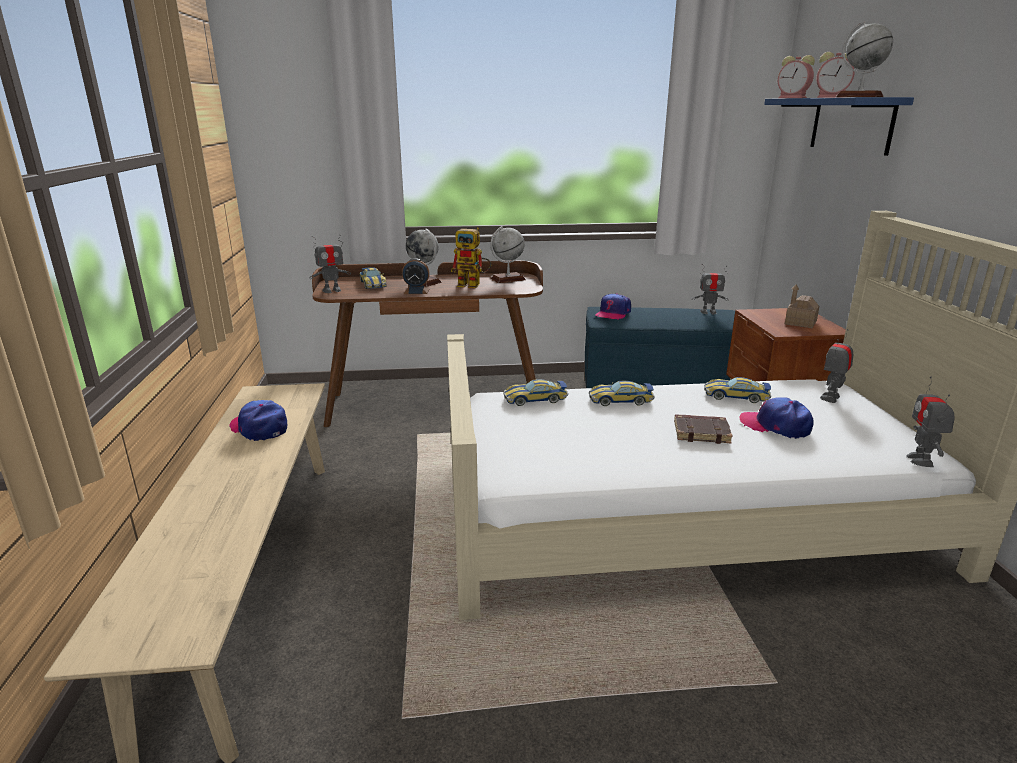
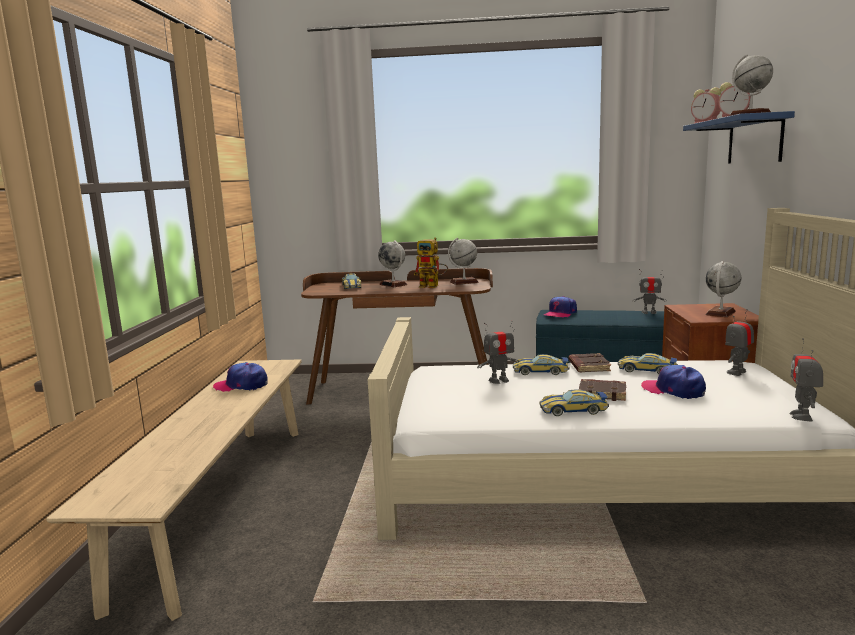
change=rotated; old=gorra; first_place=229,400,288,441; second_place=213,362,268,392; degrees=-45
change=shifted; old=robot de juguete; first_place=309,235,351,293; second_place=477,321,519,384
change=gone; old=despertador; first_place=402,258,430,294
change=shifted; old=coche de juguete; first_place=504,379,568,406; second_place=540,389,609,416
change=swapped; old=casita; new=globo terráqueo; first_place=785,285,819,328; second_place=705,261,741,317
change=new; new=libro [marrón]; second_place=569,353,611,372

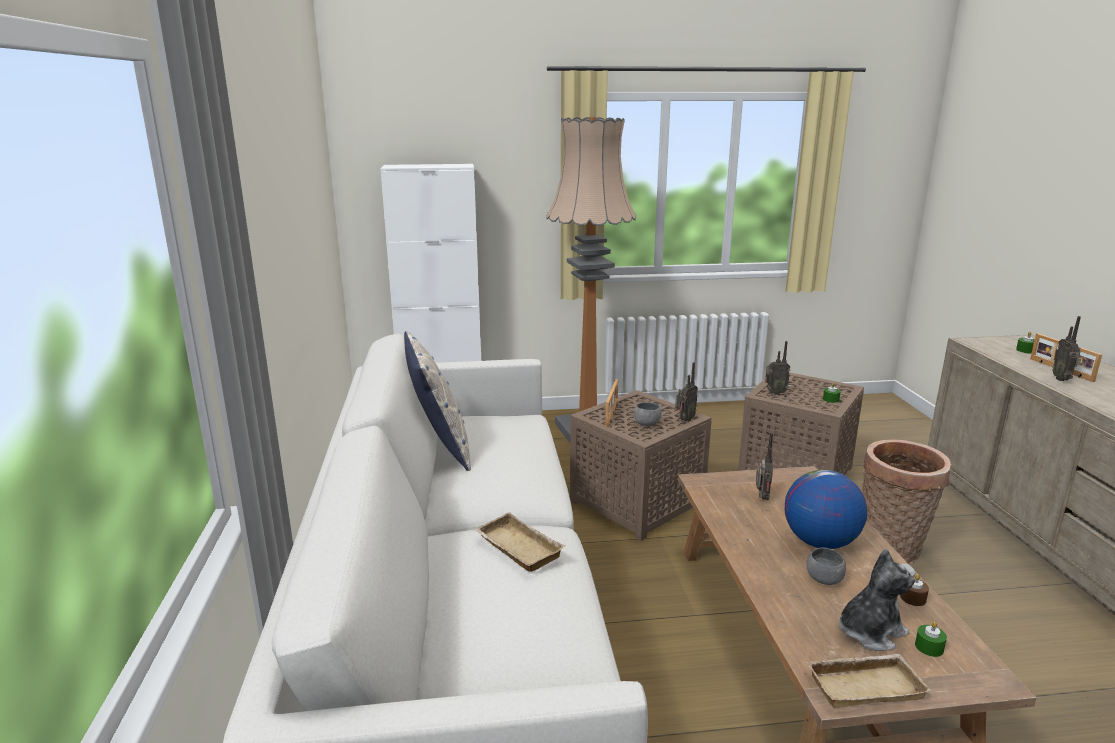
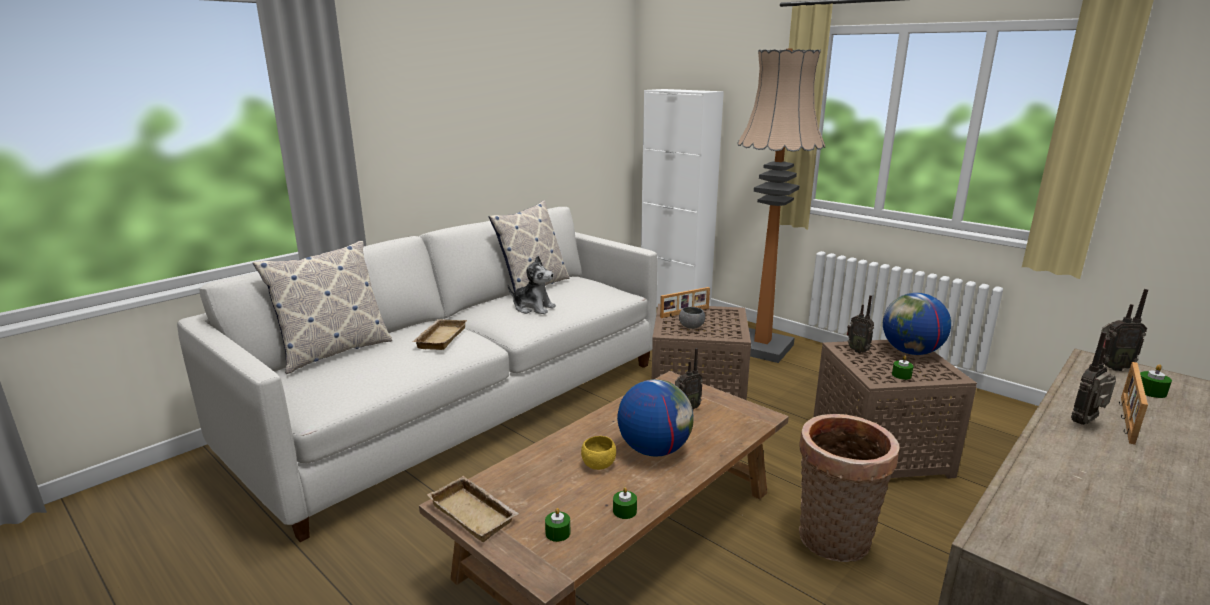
change=shifted; old=radio; first_place=675,362,698,422; second_place=1098,289,1148,371
change=repainted; old=cuenco [gris]; new=cuenco [amarillo]; first_place=806,548,846,585; second_place=581,436,616,470
change=shifted; old=peluche; first_place=839,549,915,651; second_place=508,256,556,314
change=repainted; old=vela [marrón]; new=vela [verde]; first_place=900,574,929,606; second_place=613,487,637,519
change=new; new=cojín; second_place=253,241,392,374
change=new; new=globo terráqueo; second_place=883,293,951,355

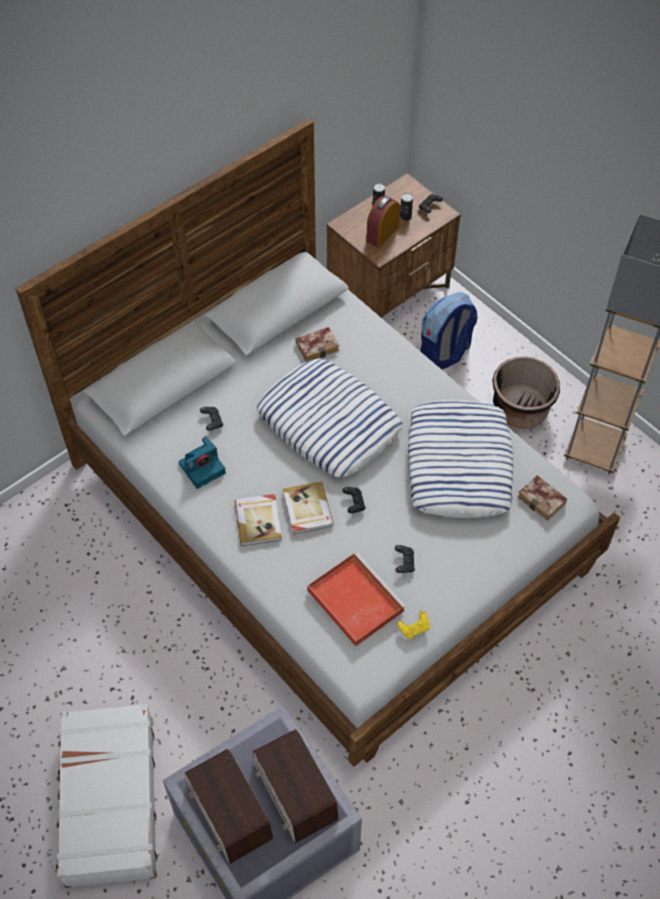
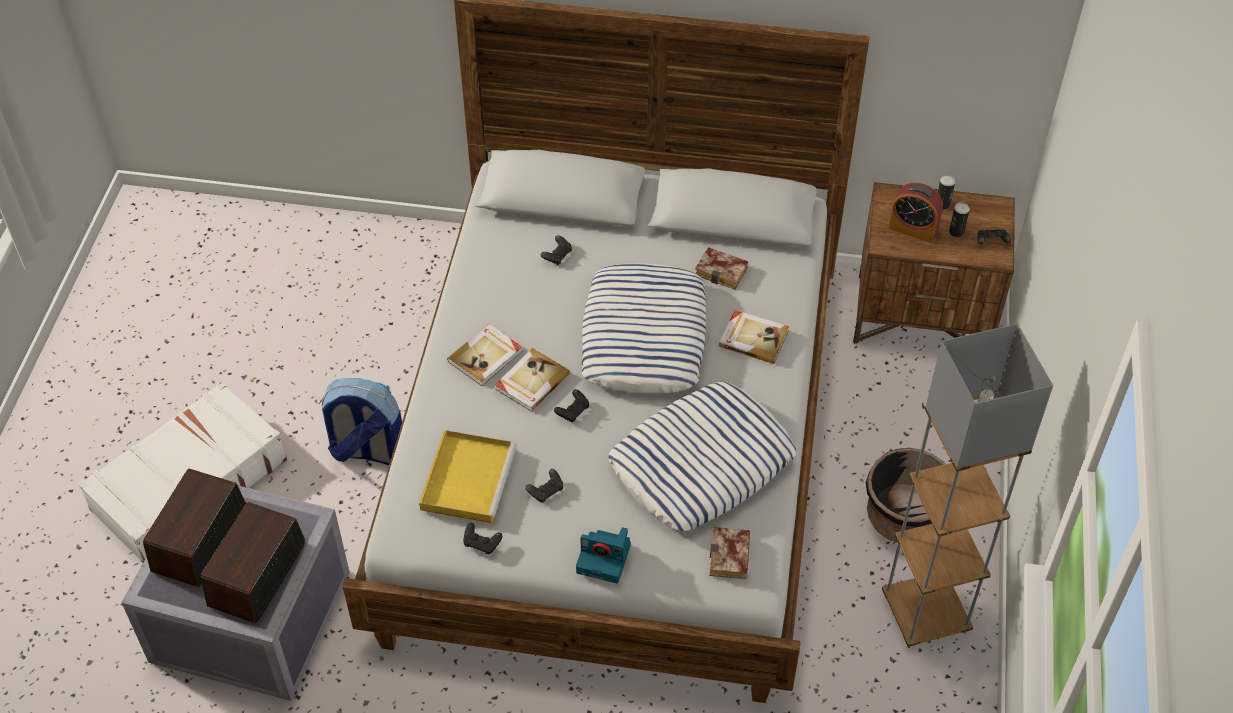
change=shifted; old=cámara; first_place=178,436,226,489; second_place=576,527,631,583
change=repainted; old=bandeja [rojo]; new=bandeja [amarillo]; first_place=307,552,406,647; second_place=419,430,517,523
change=rotated; old=despertador; first_place=366,196,400,248; second_place=888,183,943,243; degrees=-150
change=repainted; old=mando de consola [amarillo]; new=mando de consola [negro]; first_place=397,611,430,639; second_place=463,523,502,554
change=shifted; old=mochila; first_place=420,292,478,369; second_place=319,378,402,465
change=new; new=libro; second_place=719,310,789,364

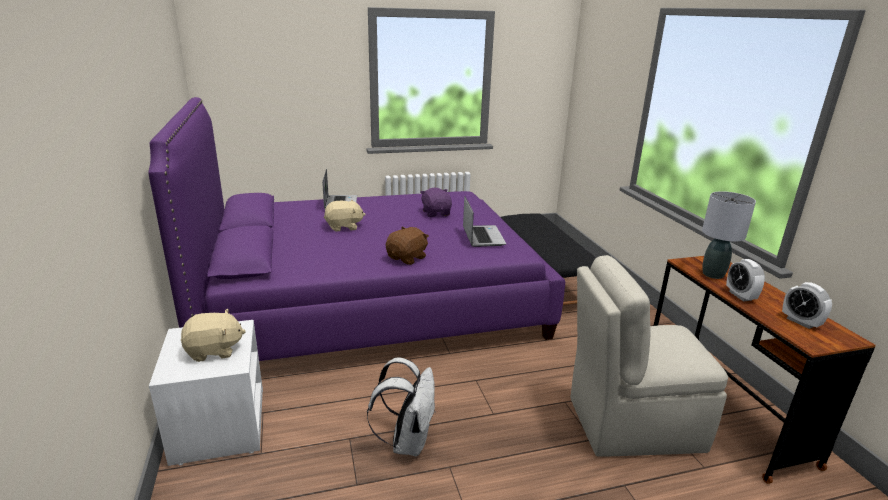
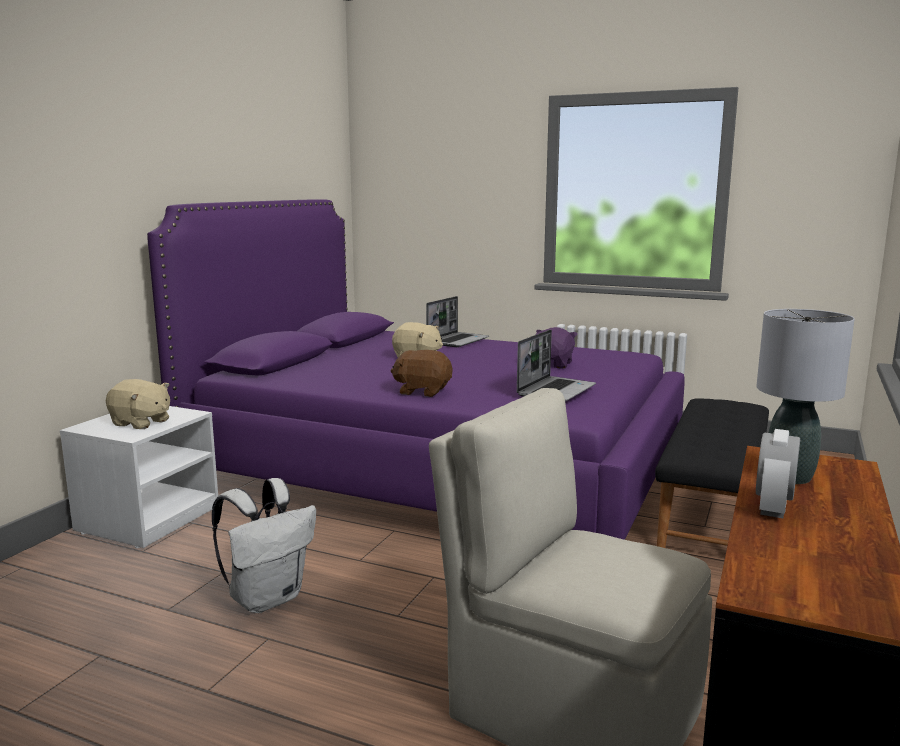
change=rotated; old=peluche [marrón]; first_place=386,227,429,265; second_place=391,350,452,397; degrees=-150
change=gone; old=despertador; first_place=782,282,832,329

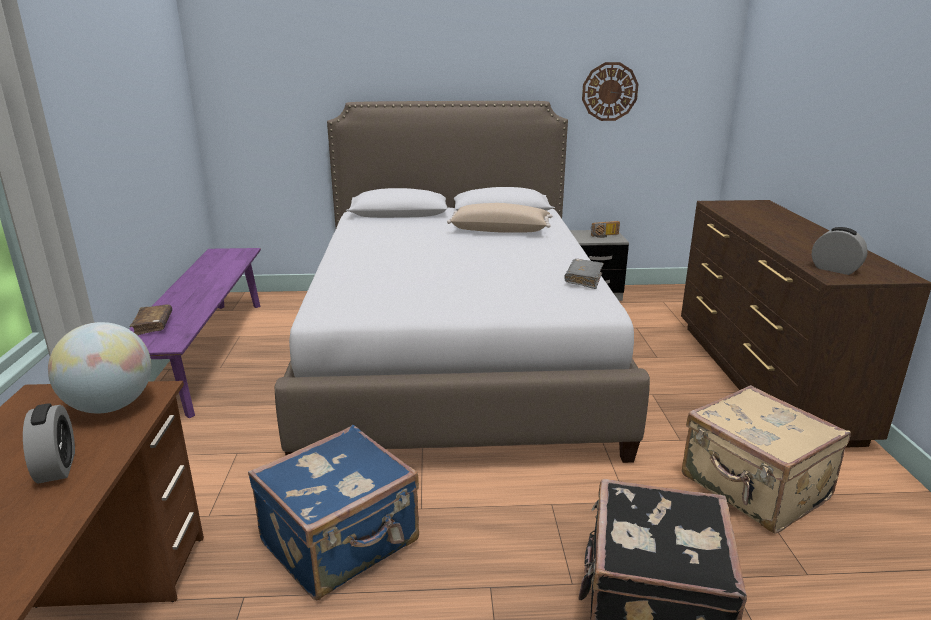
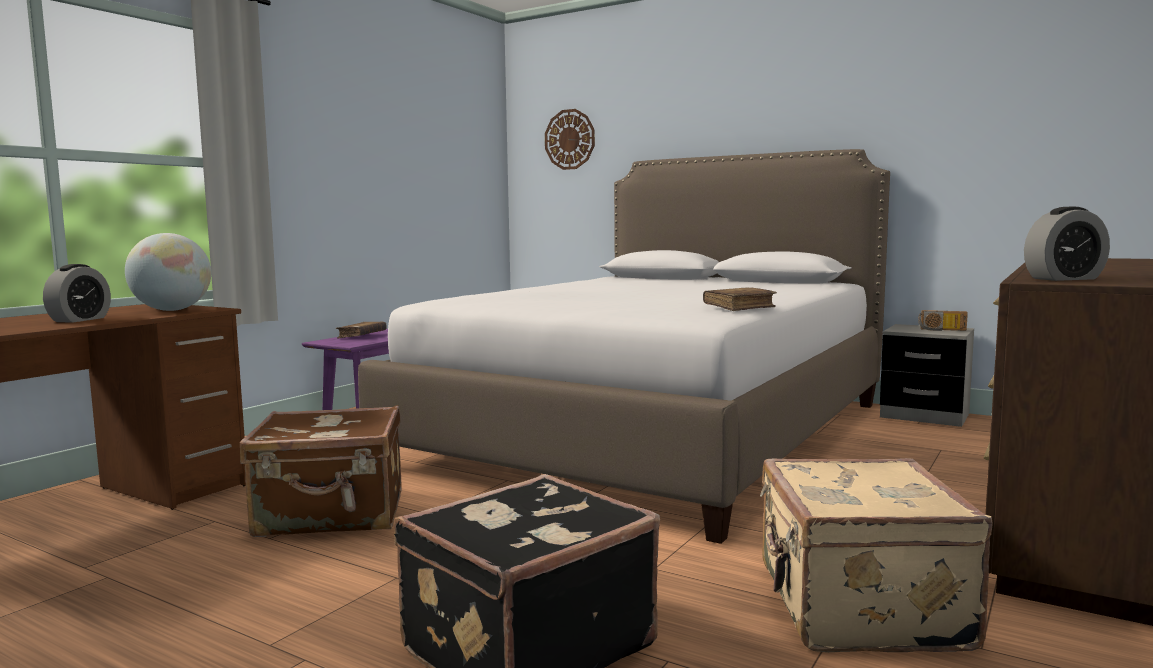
change=repainted; old=maleta [azul]; new=maleta [marrón]; first_place=248,425,419,600; second_place=240,405,402,537
change=gone; old=cojín [beis]; first_place=447,203,552,233
change=repainted; old=libro [gris]; new=libro [marrón]; first_place=564,259,604,289; second_place=703,287,777,311
change=shifted; old=reloj de pared; first_place=582,62,639,121; second_place=545,109,595,170
change=rotated; old=despertador; first_place=812,227,868,275; second_place=1024,207,1110,281; degrees=90

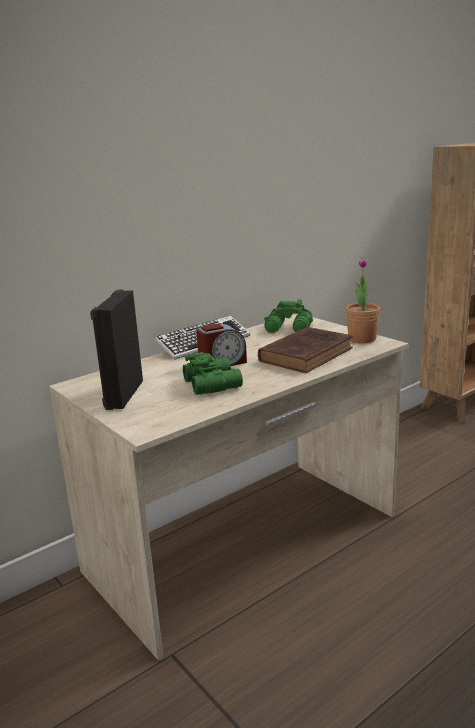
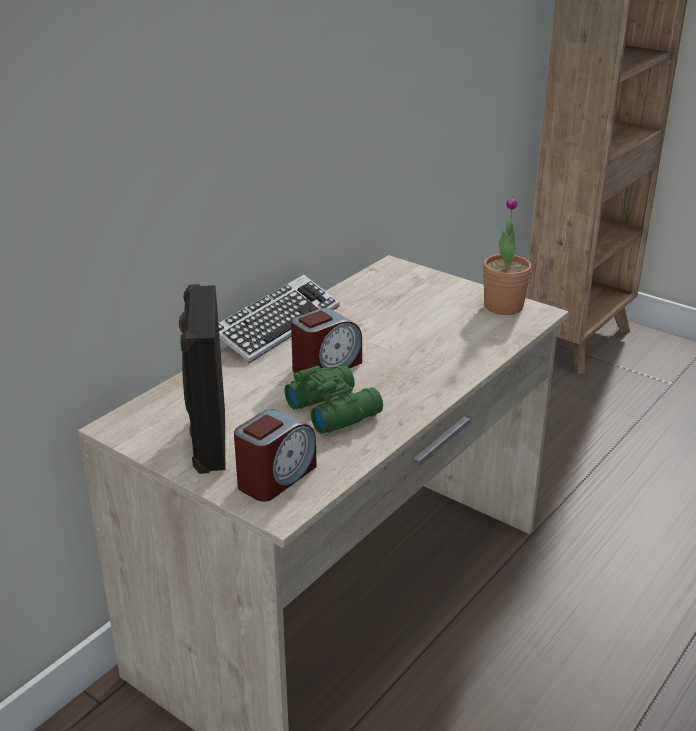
change=gone; old=libro [marrón]; first_place=258,327,353,373
change=gone; old=prismáticos [verde]; first_place=264,299,313,333
change=new; new=despertador; second_place=234,409,317,502

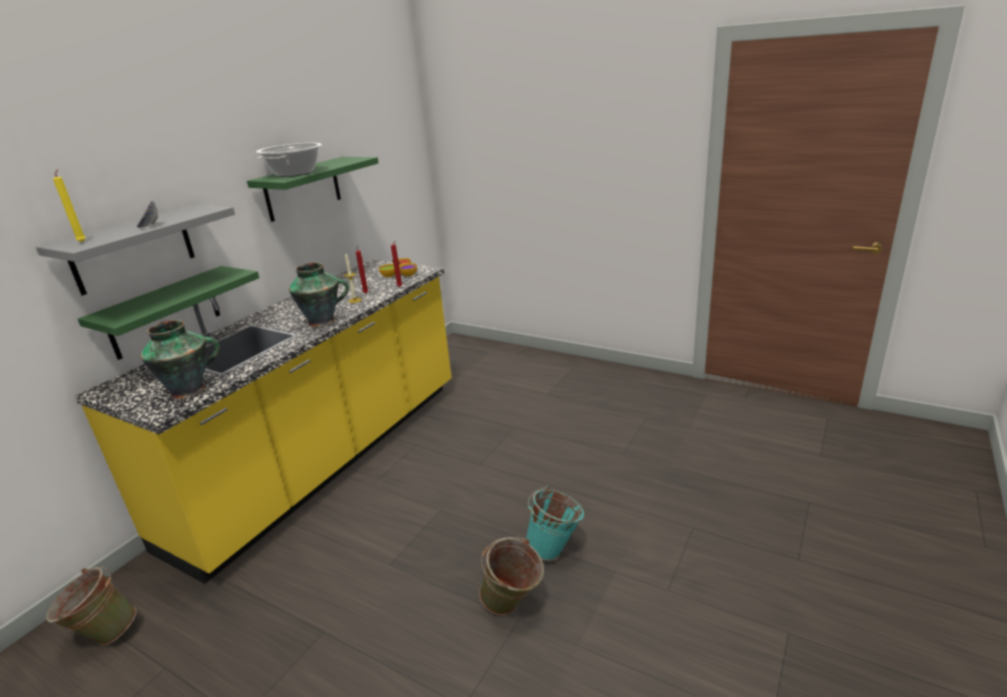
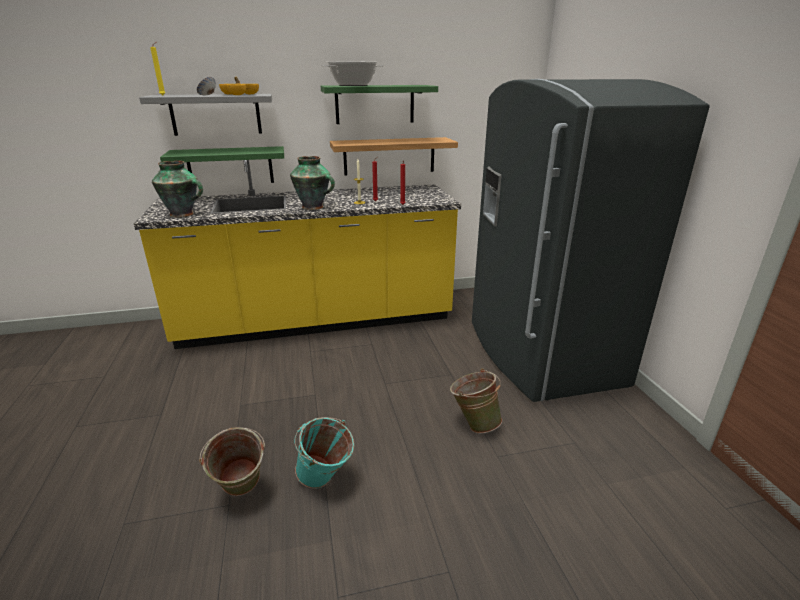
change=shifted; old=cubo [verde]; first_place=46,567,137,645; second_place=450,368,502,433
change=shifted; old=cuenco; first_place=379,258,417,277; second_place=219,77,259,95
change=new; new=estante; second_place=330,137,458,176
change=new; new=nevera [gris]; second_place=472,79,710,402

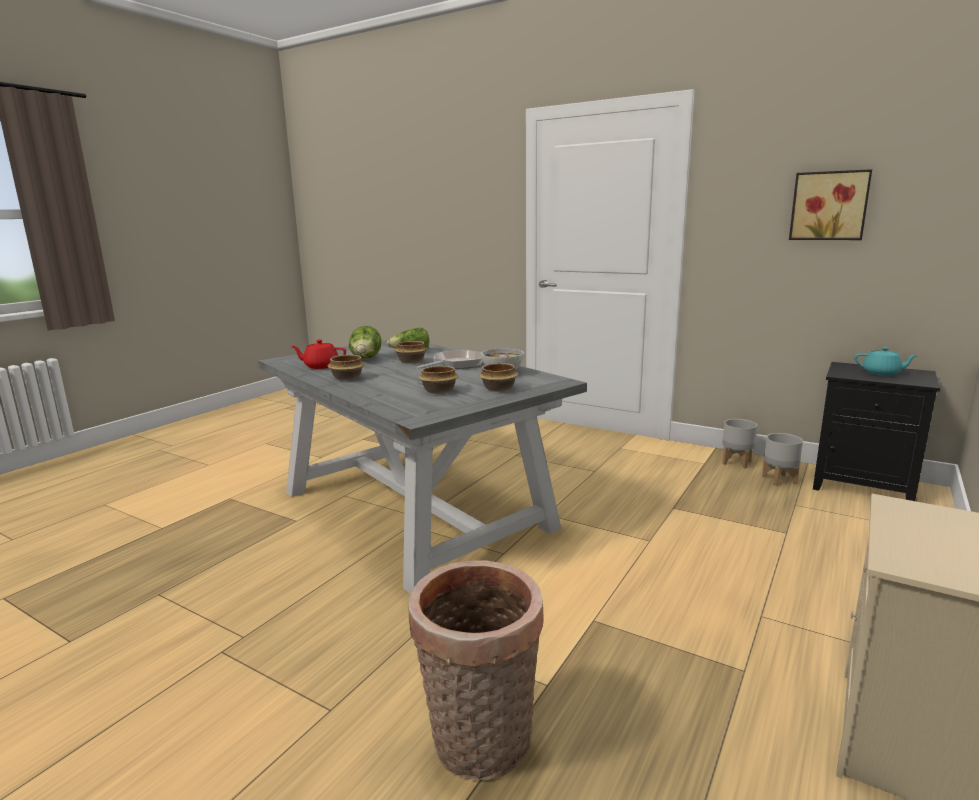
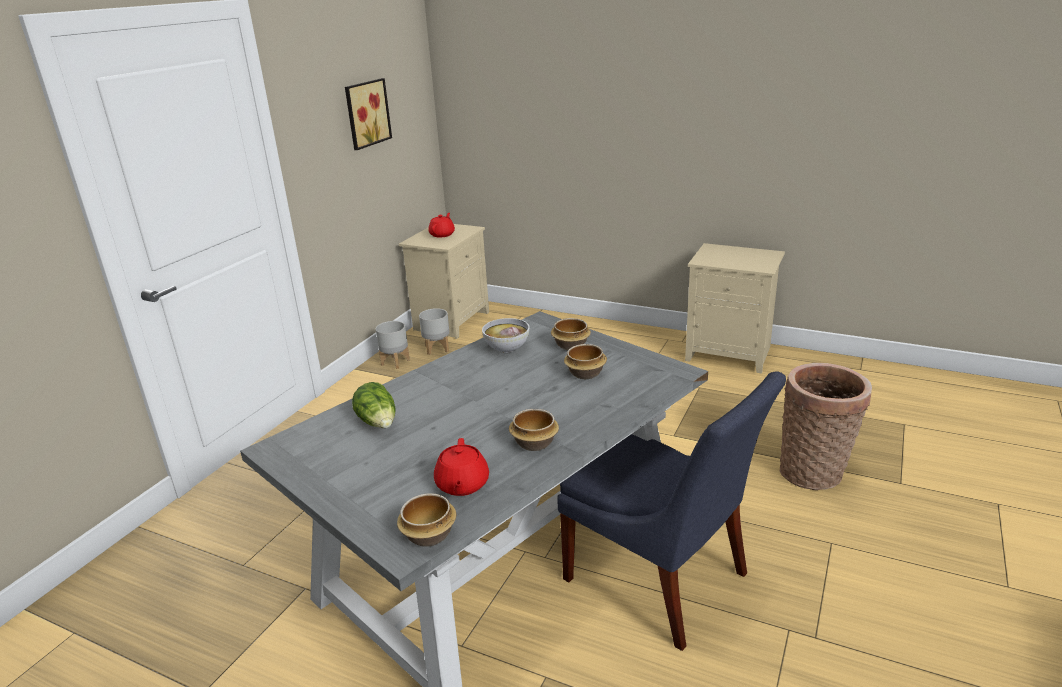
change=gone; old=lechuga; first_place=349,326,381,359
change=shifted; old=cuenco; first_place=394,341,427,364; second_place=397,493,456,547
change=gone; old=sartén; first_place=416,350,482,369
change=repainted; old=mesita de noche [negro]; new=mesita de noche [beis]; first_place=813,362,940,501; second_place=399,224,489,339
change=repainted; old=tetera [turquesa]; new=tetera [rojo]; first_place=855,347,918,376; second_place=428,213,455,238
change=new; new=silla [azul]; second_place=557,371,786,651

